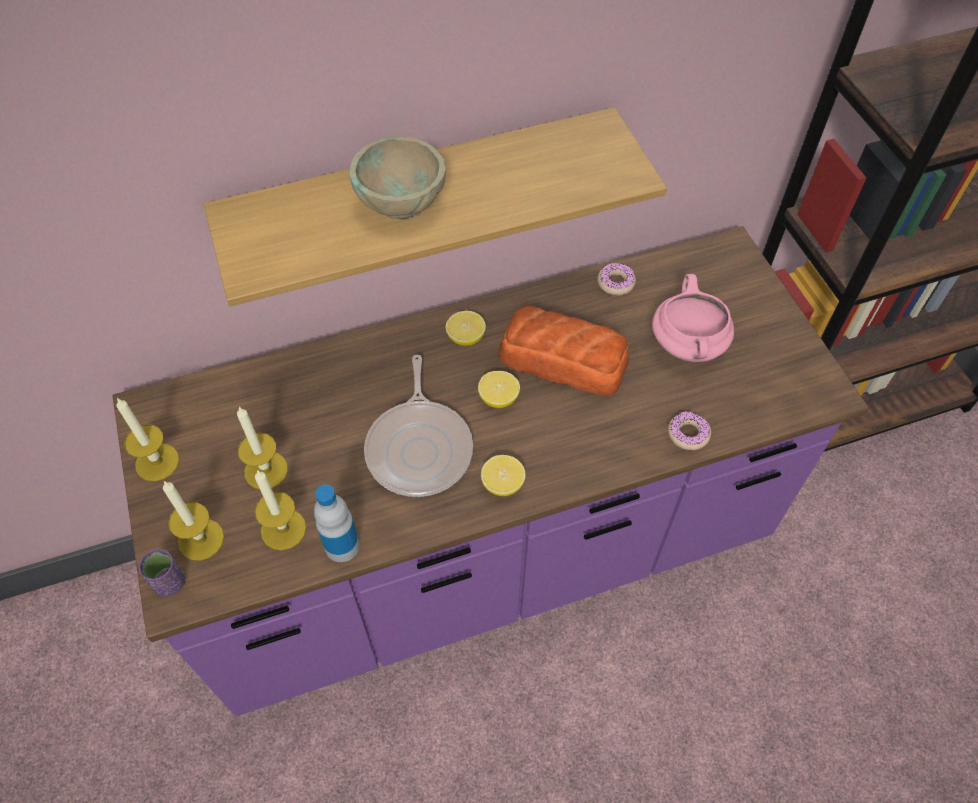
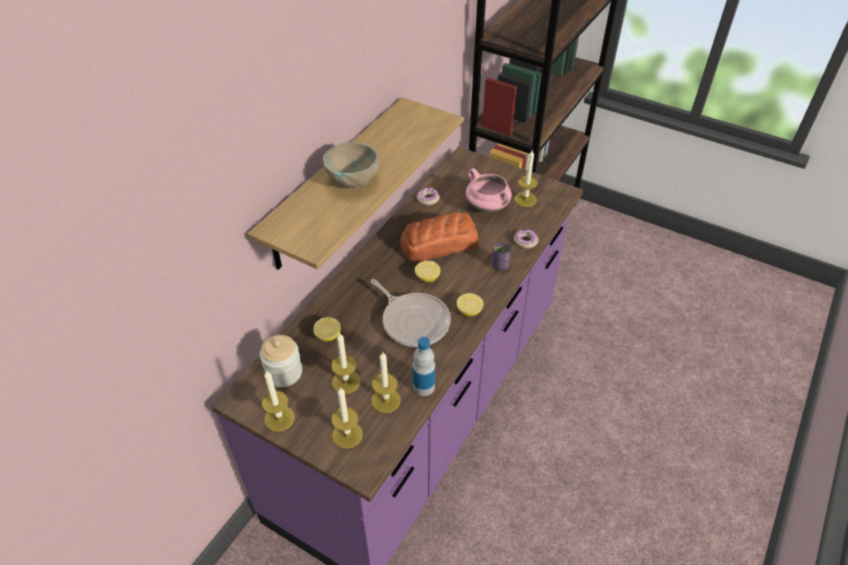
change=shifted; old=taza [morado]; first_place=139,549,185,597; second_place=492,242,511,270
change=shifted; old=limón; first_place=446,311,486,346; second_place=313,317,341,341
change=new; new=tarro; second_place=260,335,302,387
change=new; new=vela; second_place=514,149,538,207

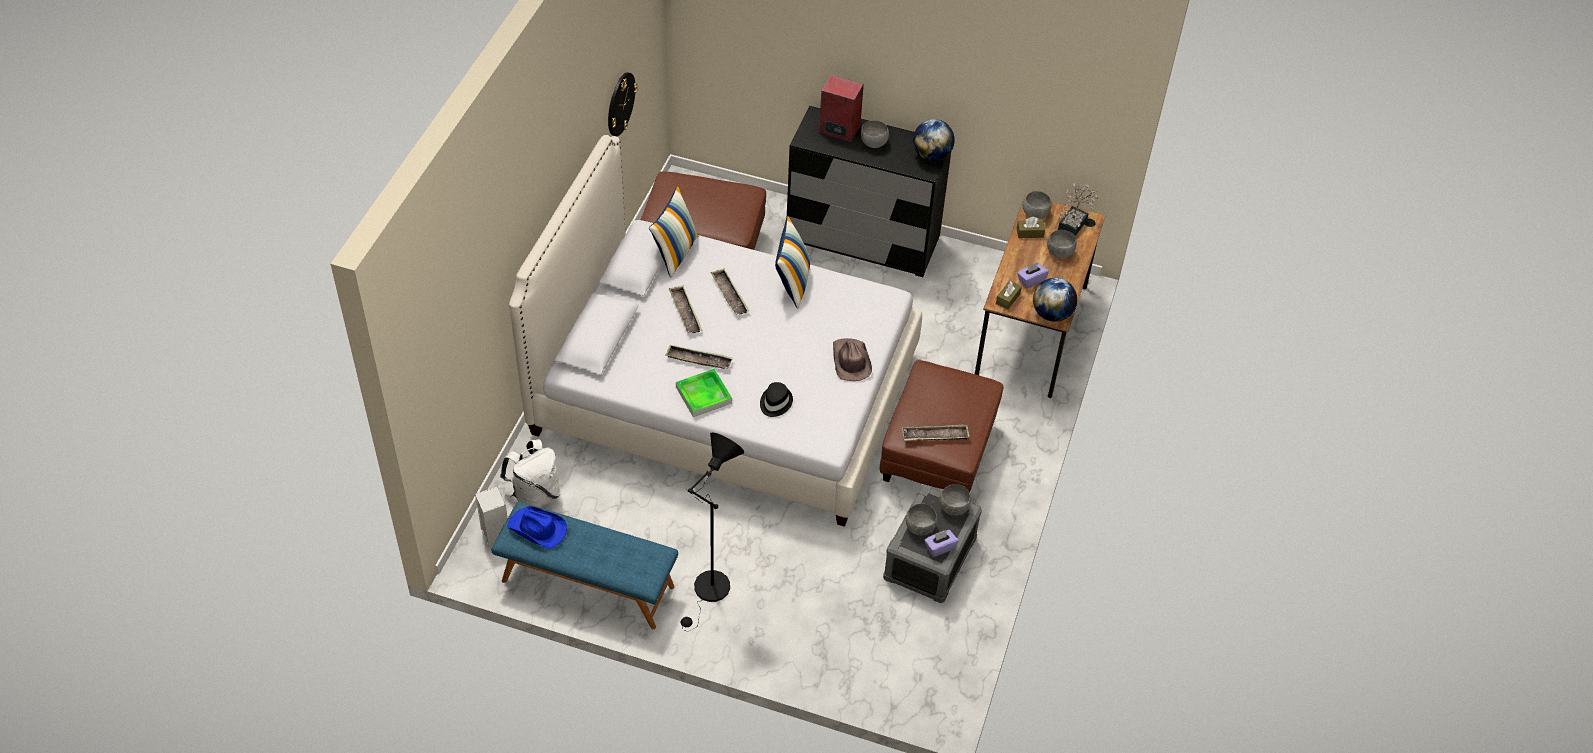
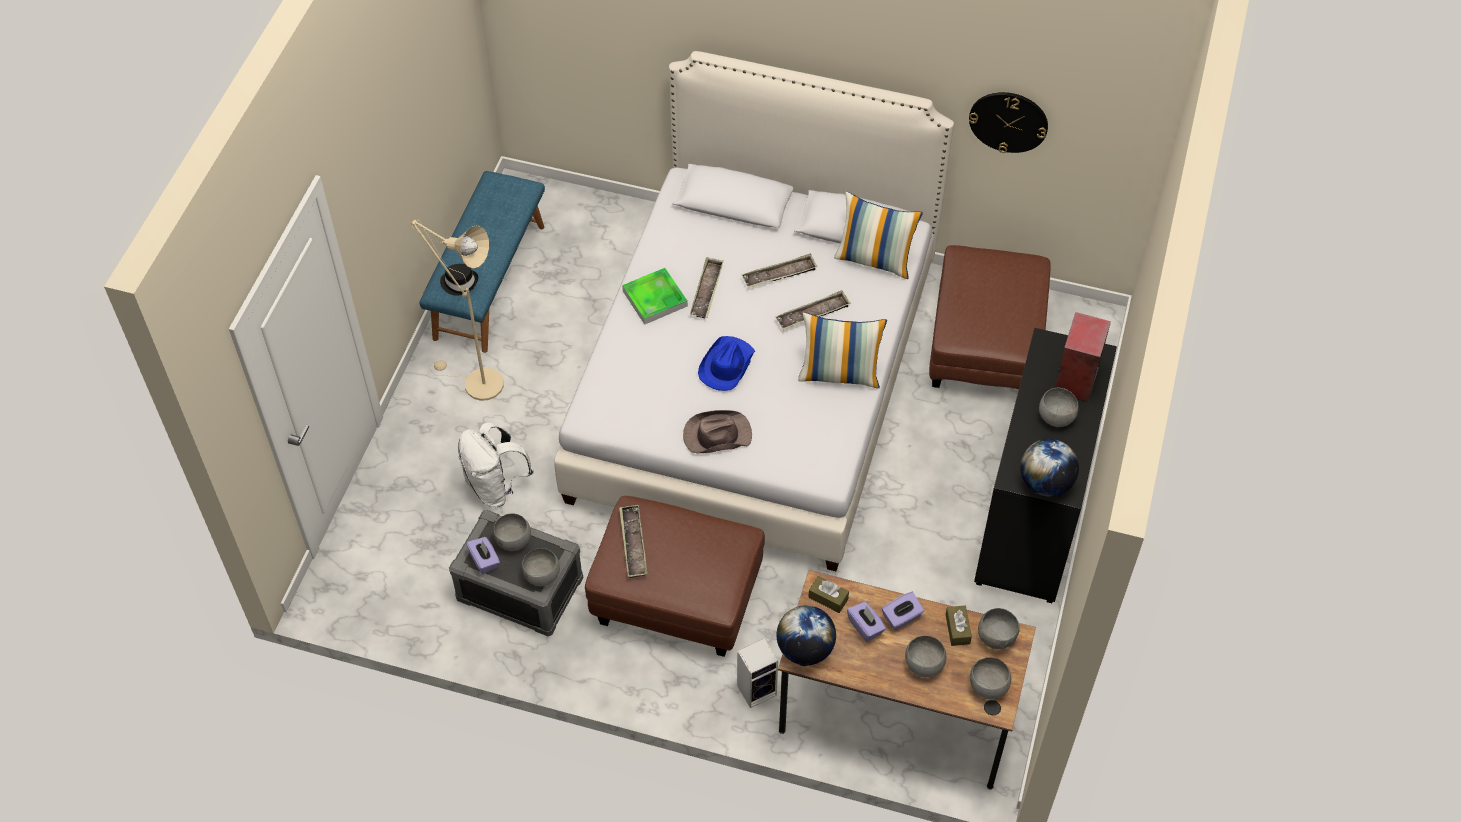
change=shifted; old=altavoz; first_place=475,487,508,548; second_place=737,638,778,708
change=shifted; old=mochila [blanco]; first_place=500,439,560,507; second_place=458,422,534,508
change=shifted; old=sombrero [azul]; first_place=507,506,567,549; second_place=698,336,755,391
change=repainted; old=lámpara de pie [negro]; new=lámpara de pie [beis]; first_place=681,432,744,632; second_place=411,220,504,401
change=shifted; old=sombrero [negro]; first_place=760,382,793,417; second_place=440,264,478,296
change=swapped; old=planta en maceta; new=cuenco [gris]; first_place=1058,182,1099,236; second_place=970,657,1011,700
change=new; new=caja de pañuelos [morado]; second_place=882,592,924,630

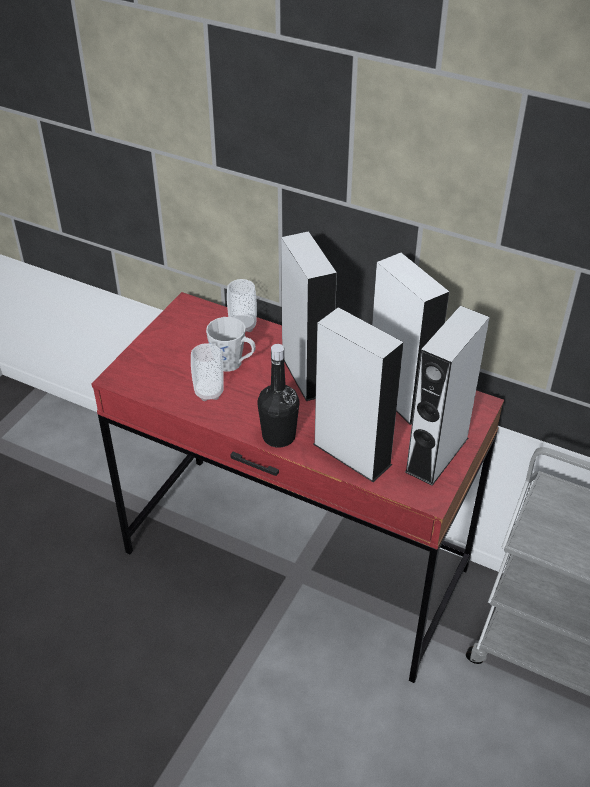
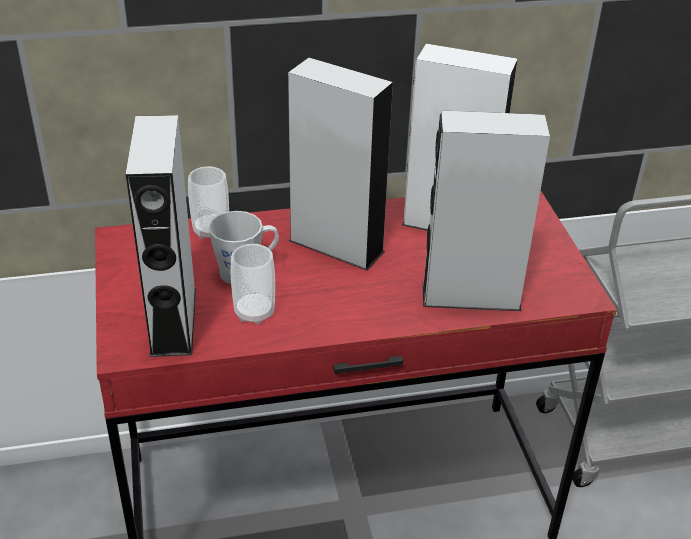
change=gone; old=botella [negro]; first_place=257,344,299,448
change=shifted; old=altavoz [gris]; first_place=405,306,490,486; second_place=125,115,196,357

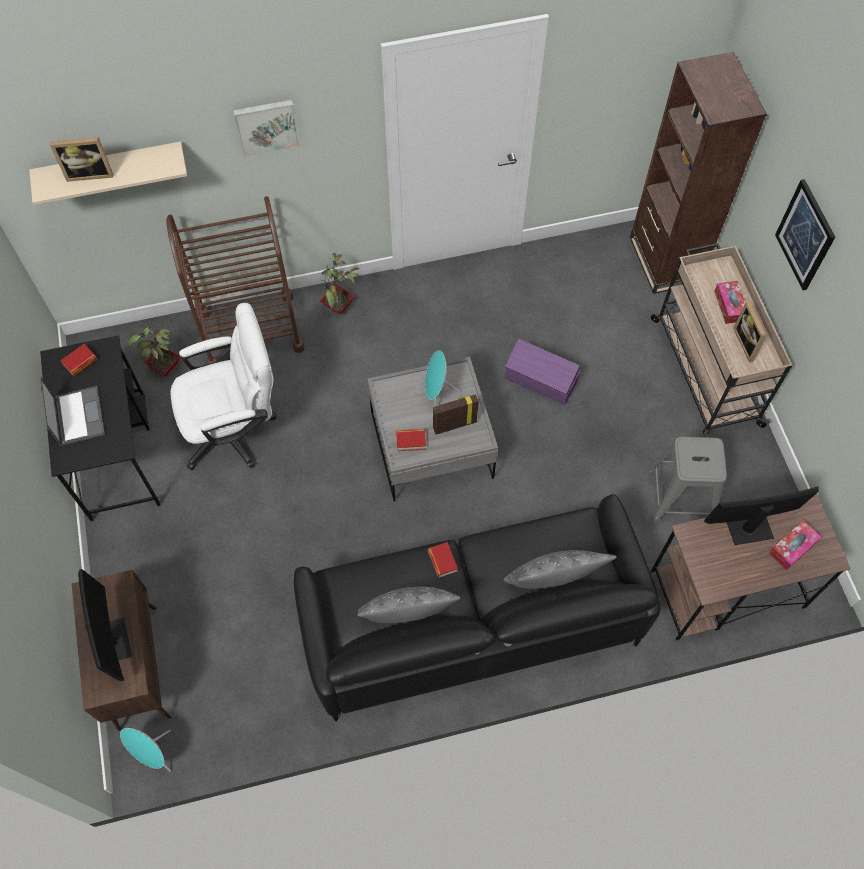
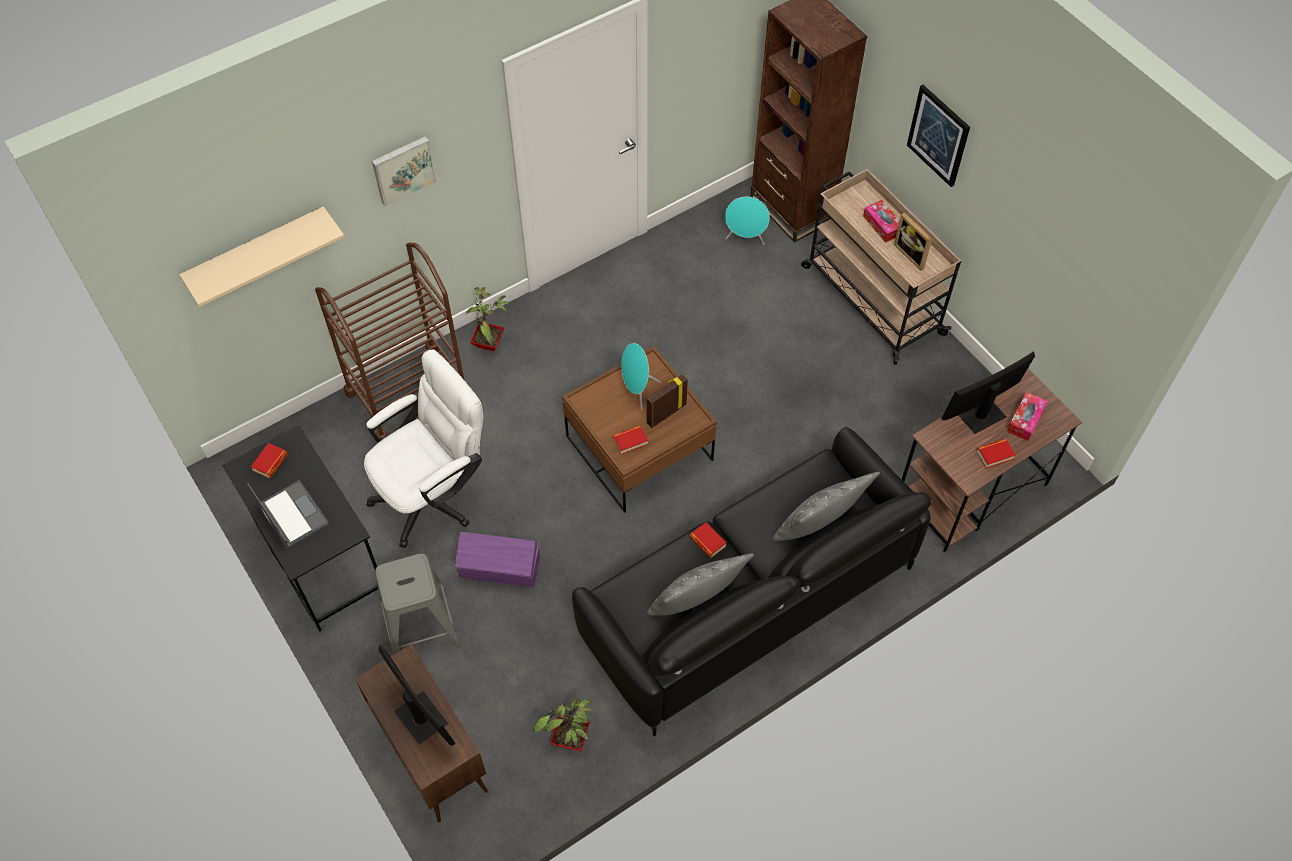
change=gone; old=portarretratos; first_place=50,137,113,182
change=shifted; old=altavoz [turquesa]; first_place=120,728,171,771; second_place=725,197,770,245
change=shifted; old=planta en maceta; first_place=127,322,180,376; second_place=533,698,593,751
change=repainted; old=mesa de centro [gris]; new=mesa de centro [marrón]; first_place=367,357,498,501; second_place=562,346,717,513
change=shifted; old=caja de almacenaje [morado]; first_place=505,339,580,405; second_place=455,532,540,587
change=shifted; old=taburete [gris]; first_place=648,437,727,526; second_place=375,554,461,655
change=new; new=libro; second_place=976,439,1016,469

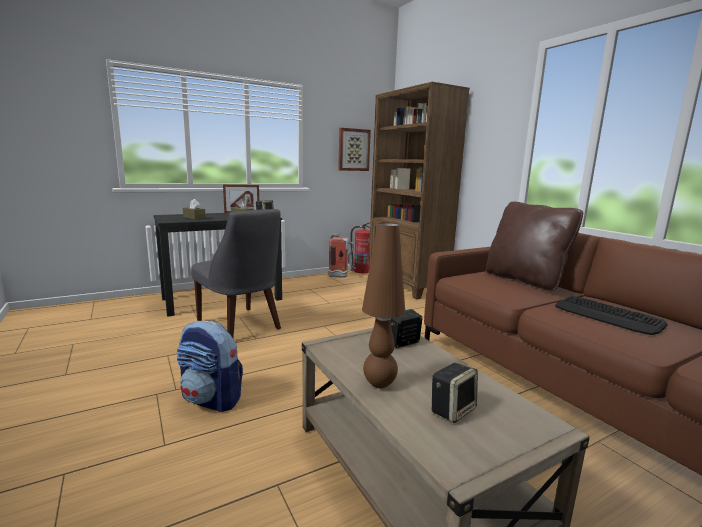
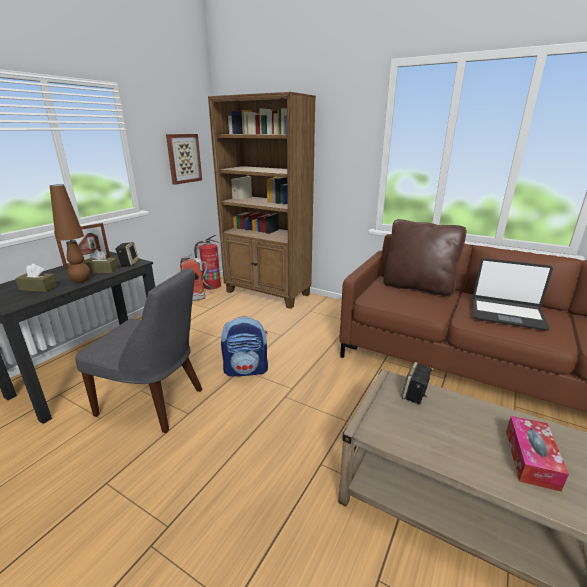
change=shifted; old=mochila; first_place=177,321,243,412; second_place=221,316,268,376
change=shifted; old=lámpara de mesa [marrón]; first_place=362,223,405,388; second_place=50,184,90,283
change=swapped; old=altavoz; new=caja de pañuelos; first_place=432,363,478,423; second_place=506,416,569,492
change=swapped; old=teclado; new=portátil; first_place=555,296,668,335; second_place=472,258,553,331

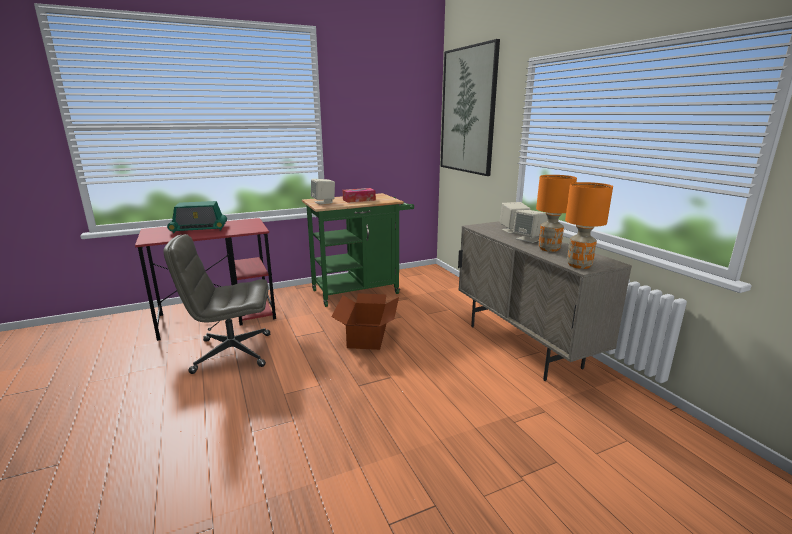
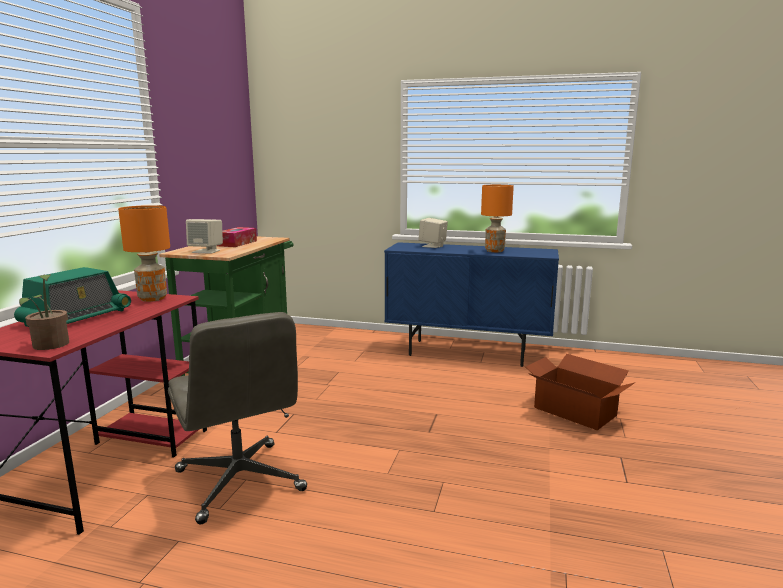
change=rotated; old=silla de oficina [gris]; first_place=163,234,270,374; second_place=168,312,307,524; degrees=-60
change=shifted; old=caja de cartón; first_place=331,293,399,350; second_place=526,354,634,430
change=gone; old=cuadro; first_place=440,39,500,176
change=repainted; old=armario [beis]; new=armario [azul]; first_place=458,221,632,381; second_place=384,242,559,367
change=gone; old=altavoz [beis]; first_place=513,210,548,243
change=shifted; old=lámpara de mesa [naranja]; first_place=565,182,613,269; second_place=118,205,170,302
change=new; new=planta en maceta; second_place=19,274,69,350

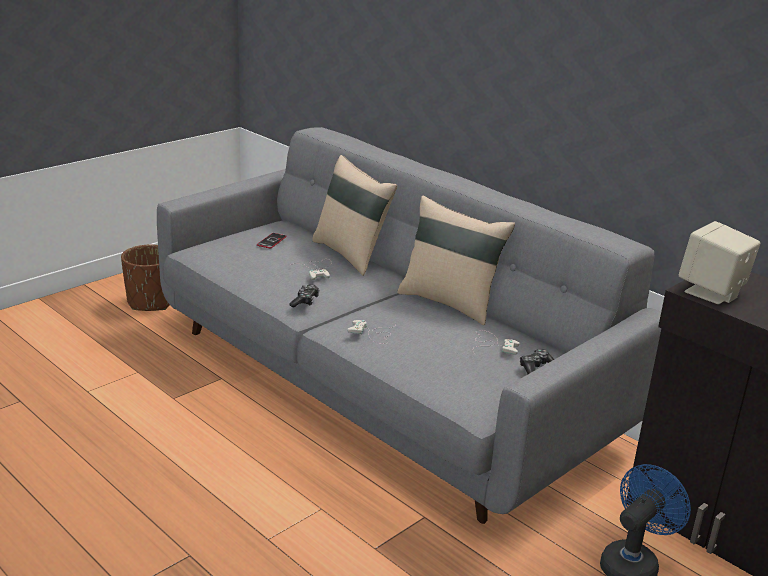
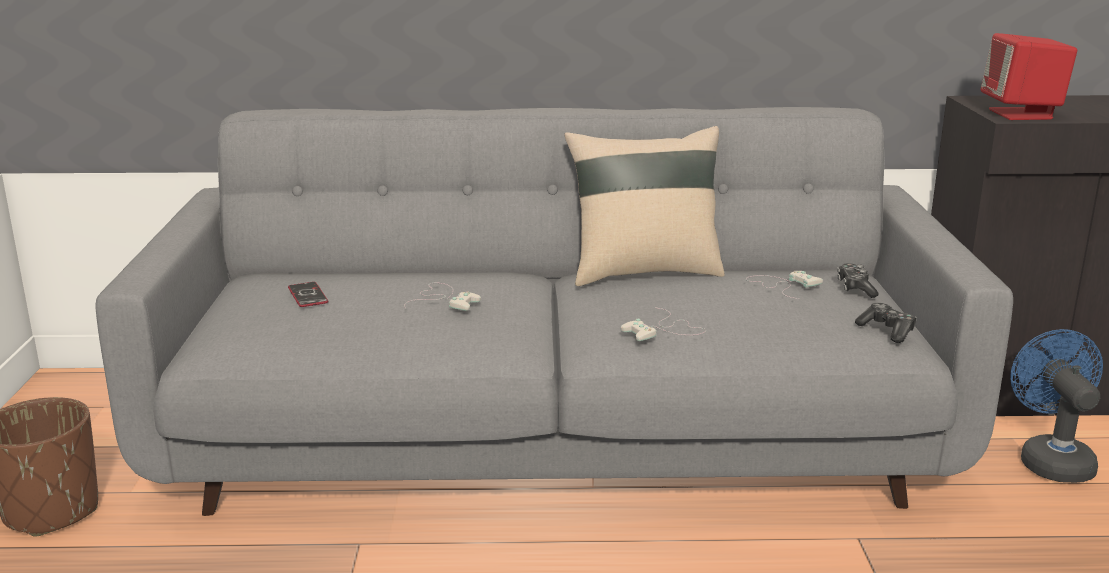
change=shifted; old=mando de consola; first_place=289,284,320,307; second_place=855,303,917,343
change=gone; old=cojín [beis]; first_place=312,155,397,276
change=repainted; old=altavoz [beis]; new=altavoz [rojo]; first_place=679,221,760,304; second_place=981,33,1077,120

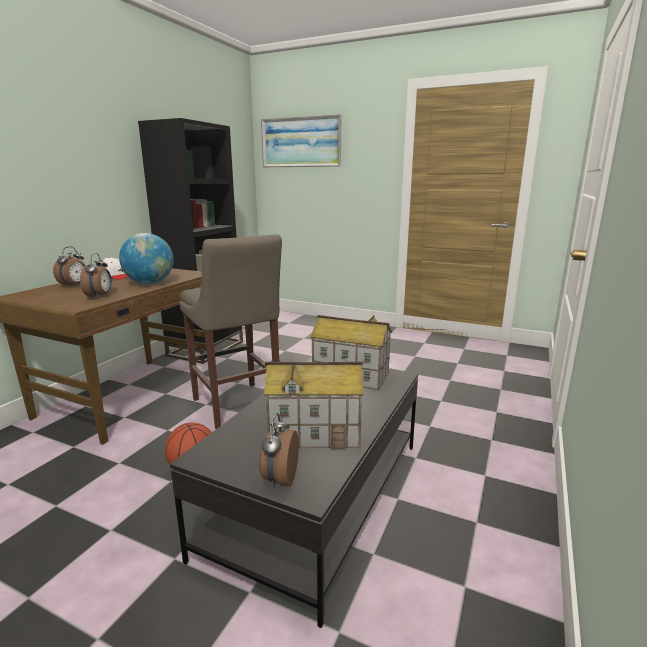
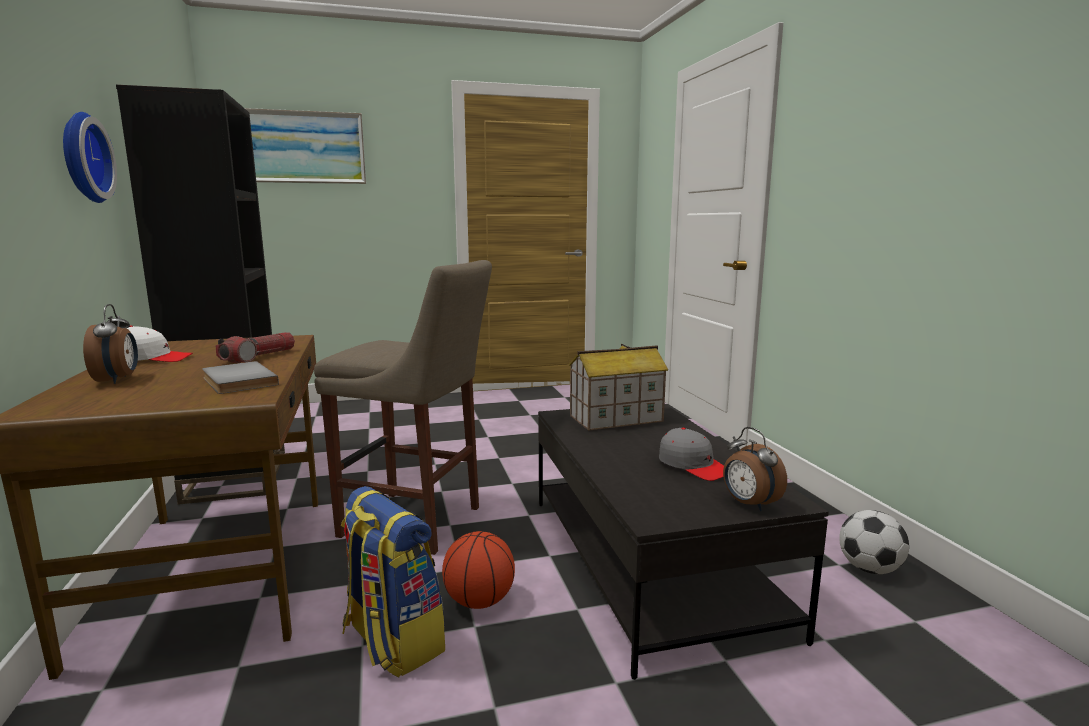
change=swapped; old=despertador; new=libro [gris]; first_place=80,253,112,299; second_place=202,361,279,394
change=swapped; old=globo terráqueo; new=linterna; first_place=119,233,173,284; second_place=216,332,295,363
change=swapped; old=casita; new=gorra [gris]; first_place=264,362,364,450; second_place=659,428,724,481
change=new; new=reloj de pared; second_place=63,112,117,203
change=new; new=mochila; second_place=341,486,445,677
change=new; new=balón de fútbol; second_place=839,510,909,574

